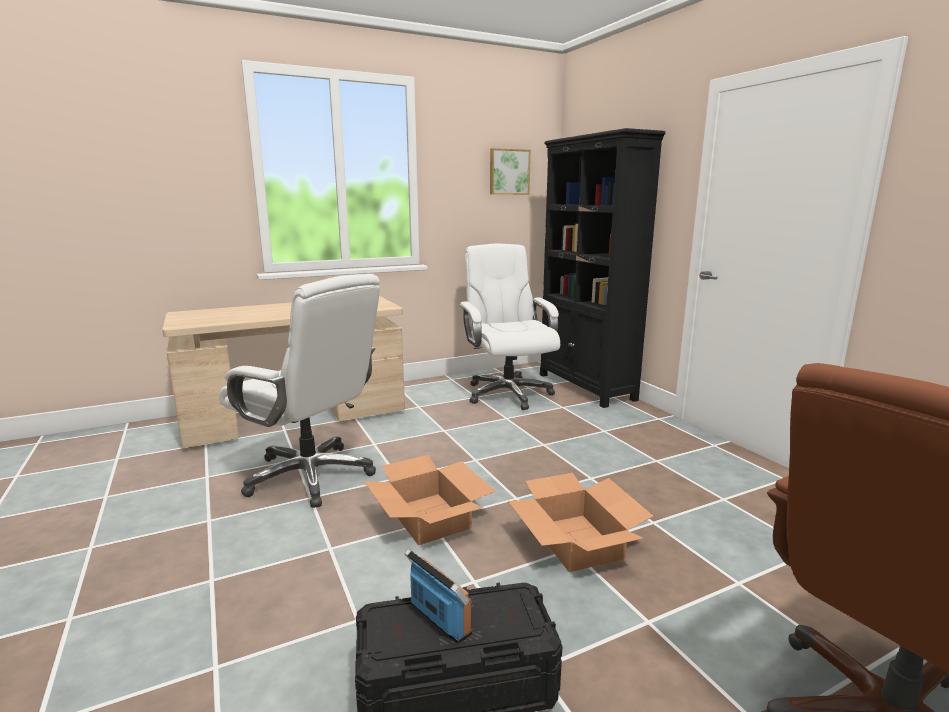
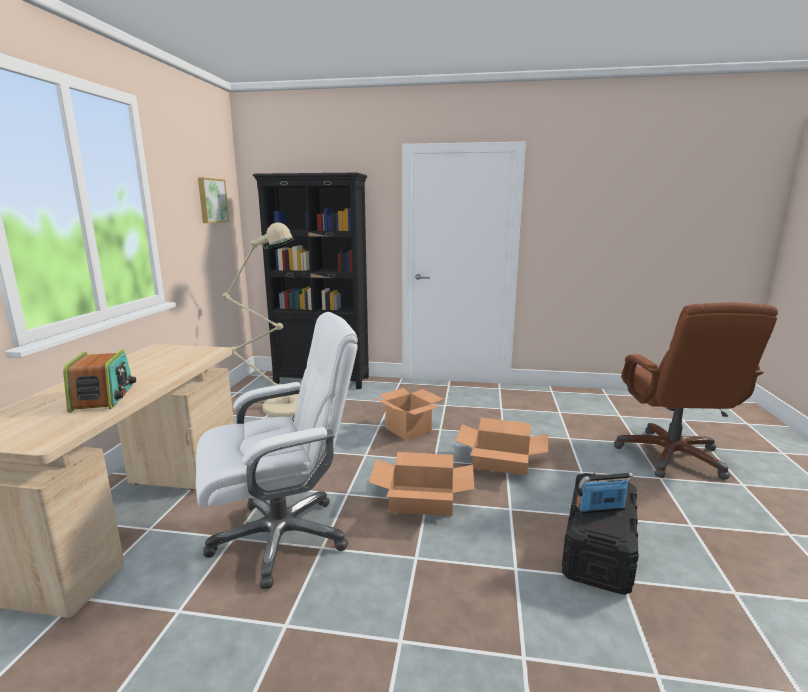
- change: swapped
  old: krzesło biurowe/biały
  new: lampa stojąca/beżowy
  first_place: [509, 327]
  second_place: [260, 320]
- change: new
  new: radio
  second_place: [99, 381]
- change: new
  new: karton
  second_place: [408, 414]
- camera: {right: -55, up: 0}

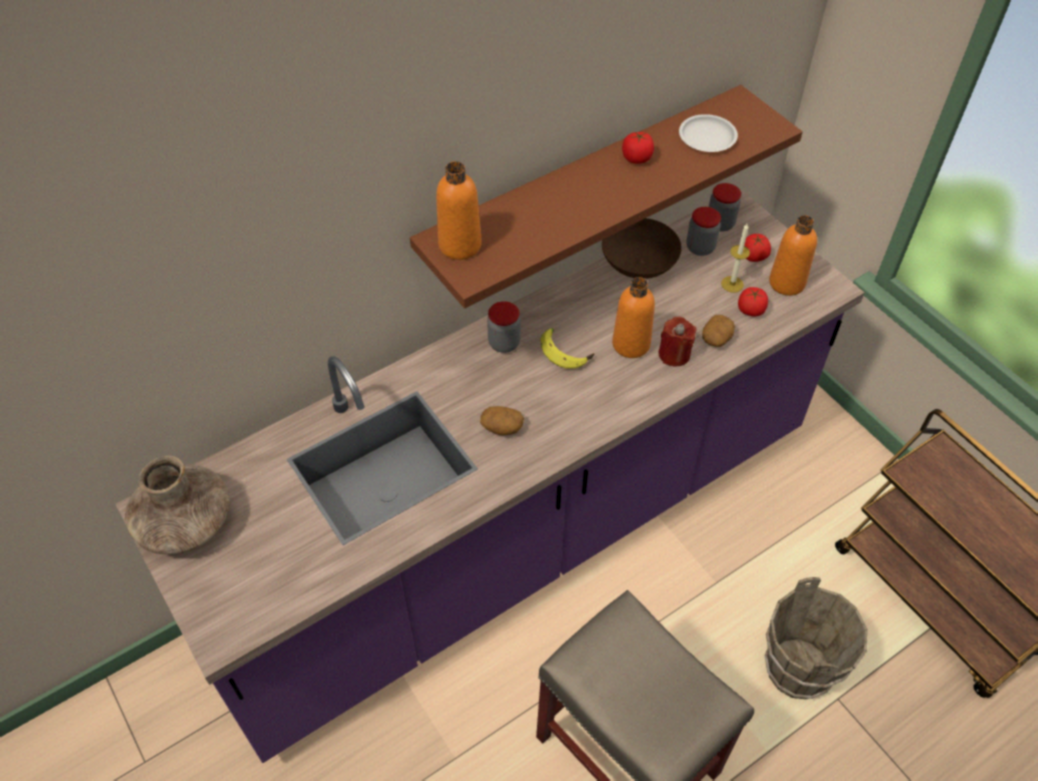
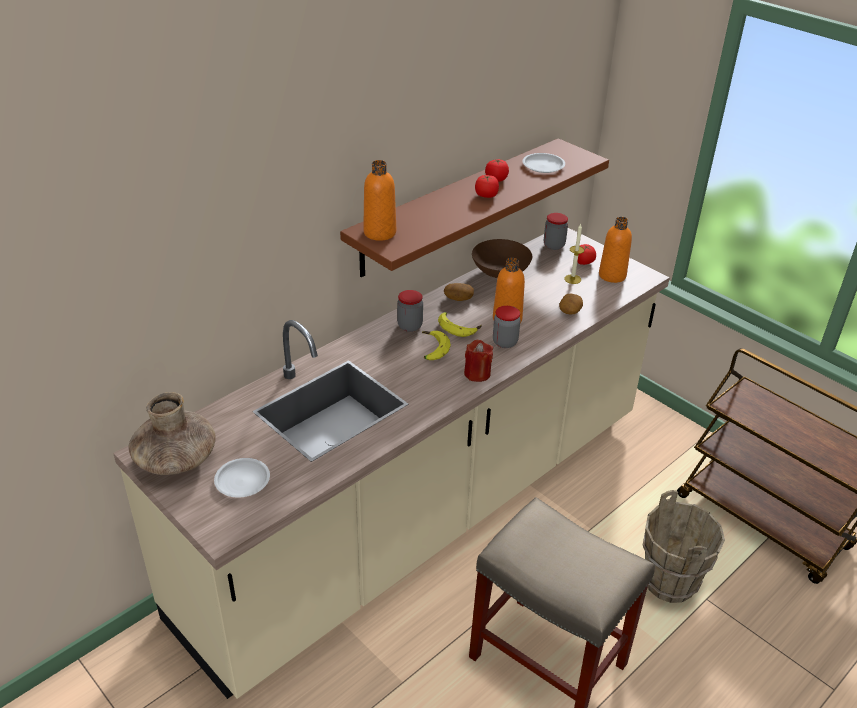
- change: repainted
  old: zabudowa kuchenna/fioletowy
  new: zabudowa kuchenna/beżowy
  first_place: [490, 475]
  second_place: [391, 463]
- change: shifted
  old: słoik
  first_place: [704, 231]
  second_place: [506, 327]
- change: shifted
  old: pomidor
  first_place: [753, 302]
  second_place: [487, 186]
- change: shifted
  old: świeca/czerwony
  first_place: [677, 341]
  second_place: [478, 361]
- change: shifted
  old: ziemniak
  first_place: [502, 420]
  second_place: [459, 292]
- change: new
  new: banan
  second_place: [436, 345]
- change: new
  new: talerz/biały
  second_place: [242, 478]
- camera: {right: -10, up: -15}

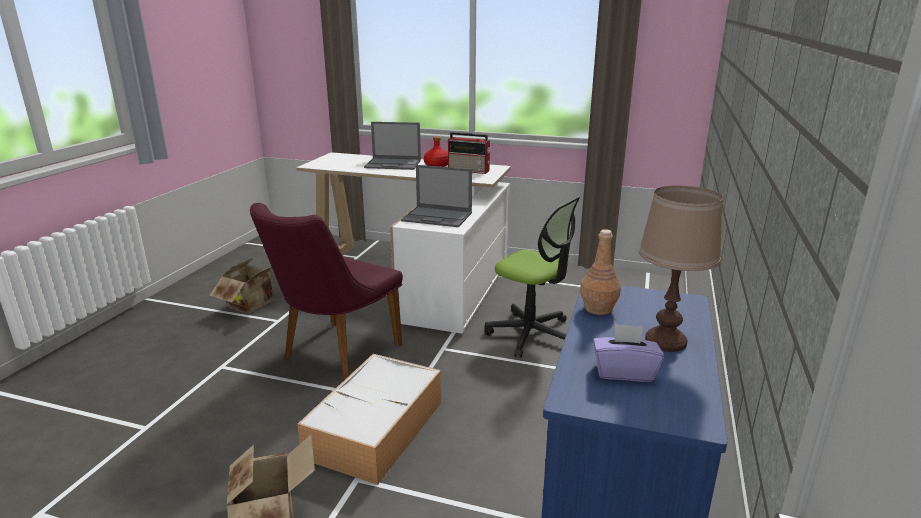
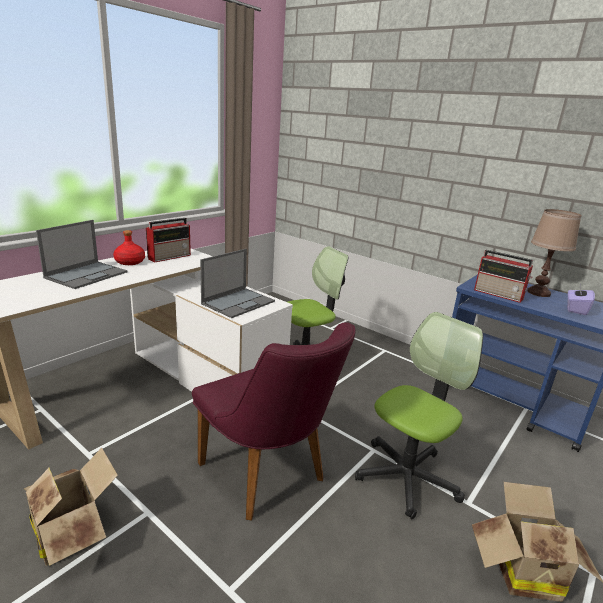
- change: swapped
  old: butelka/brązowy
  new: radio
  first_place: [600, 272]
  second_place: [503, 276]
- change: swapped
  old: pojemnik do przechowywania
  new: krzesło biurowe
  first_place: [369, 419]
  second_place: [419, 416]
- camera: {right: -70, up: 0}

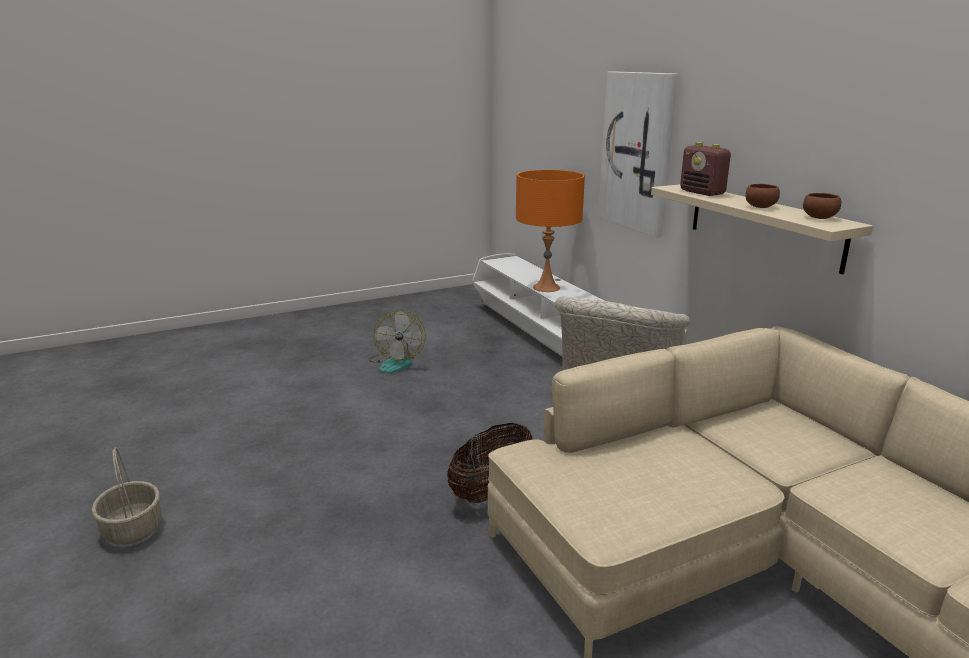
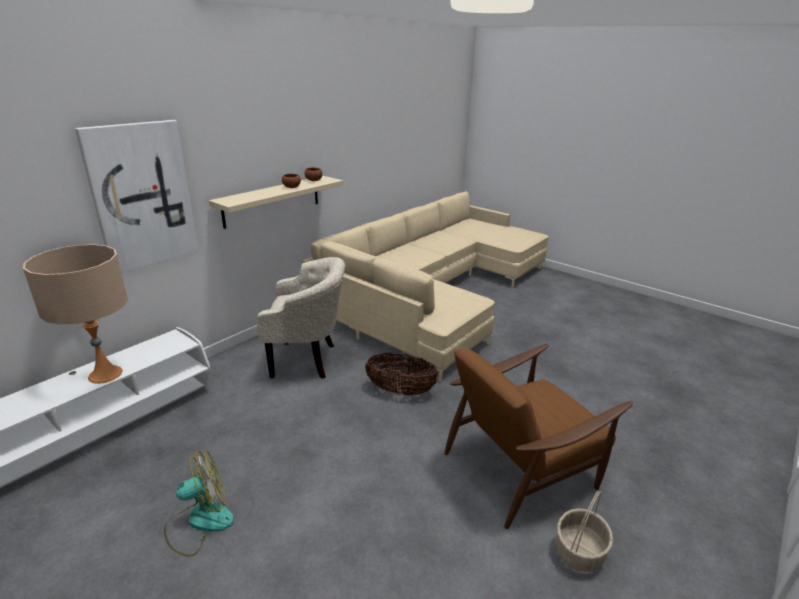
- change: gone
  old: radio
  first_place: [705, 169]
- change: repainted
  old: lampa stołowa/pomarańczowy
  new: lampa stołowa/beżowy
  first_place: [550, 231]
  second_place: [75, 314]
- change: new
  new: fotel/brązowy
  second_place: [538, 436]
- camera: {right: -115, up: 5}

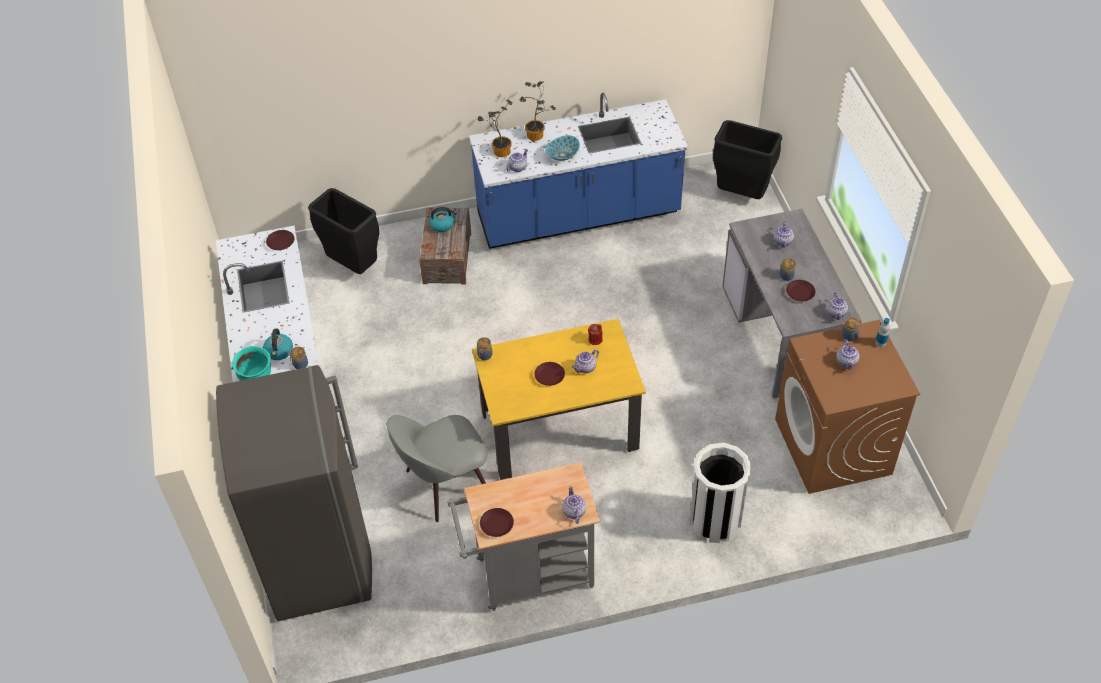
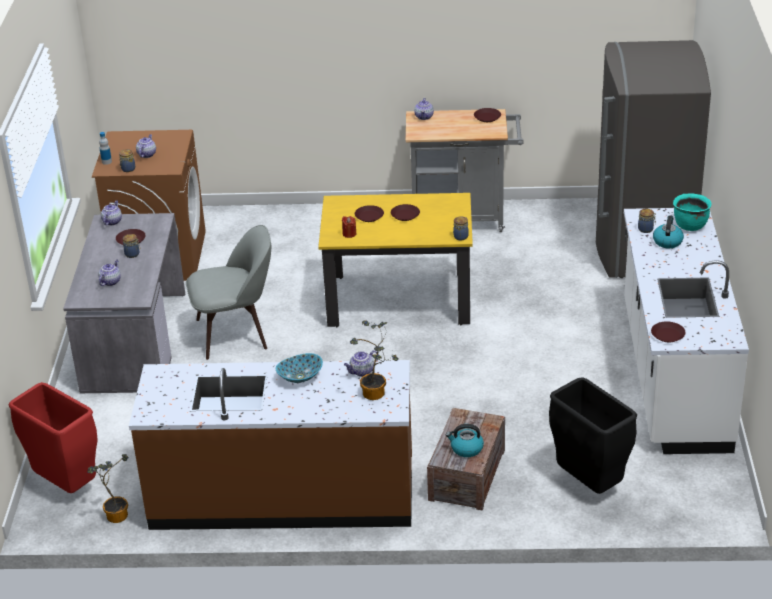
- change: shifted
  old: roślina doniczkowa
  first_place: [538, 111]
  second_place: [108, 488]
- change: repainted
  old: zabudowa kuchenna/niebieski
  new: zabudowa kuchenna/brązowy
  first_place: [578, 171]
  second_place: [270, 445]
- change: repainted
  old: kosz na śmieci/czarny
  new: kosz na śmieci/czerwony
  first_place: [747, 159]
  second_place: [53, 437]
- change: swapped
  old: imbryk
  new: talerz/brązowy
  first_place: [585, 361]
  second_place: [369, 213]
- change: shifted
  old: krzesło/szary
  first_place: [437, 468]
  second_place: [228, 292]
- change: gone
  old: kosz na śmieci/biały
  first_place: [721, 493]
- camera: {right: -165, up: -15}

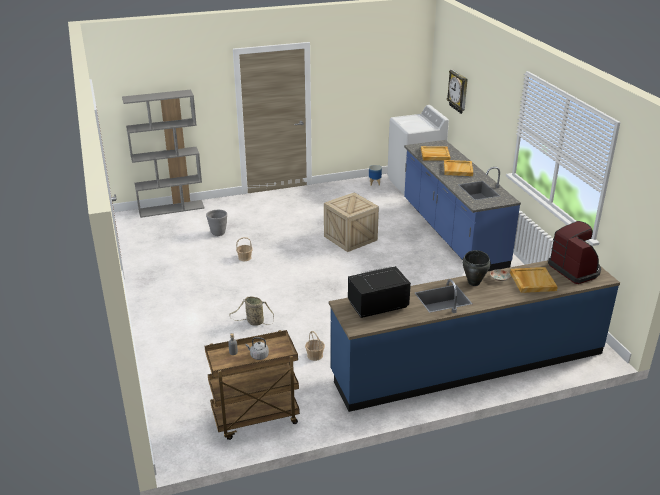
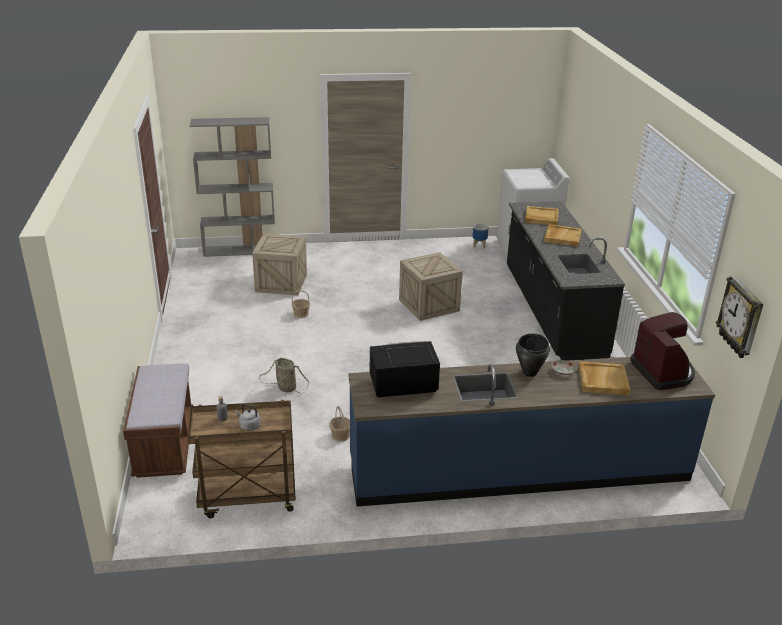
- change: shifted
  old: zegar ścienny
  first_place: [457, 91]
  second_place: [739, 317]
- change: repainted
  old: zabudowa kuchenna/niebieski
  new: zabudowa kuchenna/czarny
  first_place: [462, 205]
  second_place: [566, 281]
- change: swapped
  old: donica/szary
  new: skrzynka
  first_place: [216, 223]
  second_place: [279, 264]
- change: new
  new: ławka/brązowy
  second_place: [158, 421]
- camera: {right: 10, up: 0}

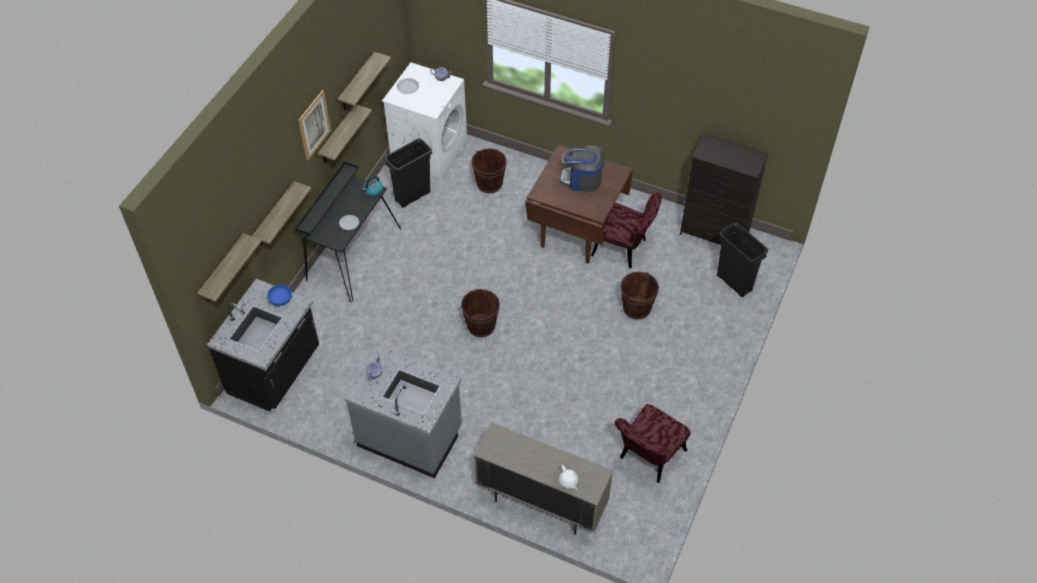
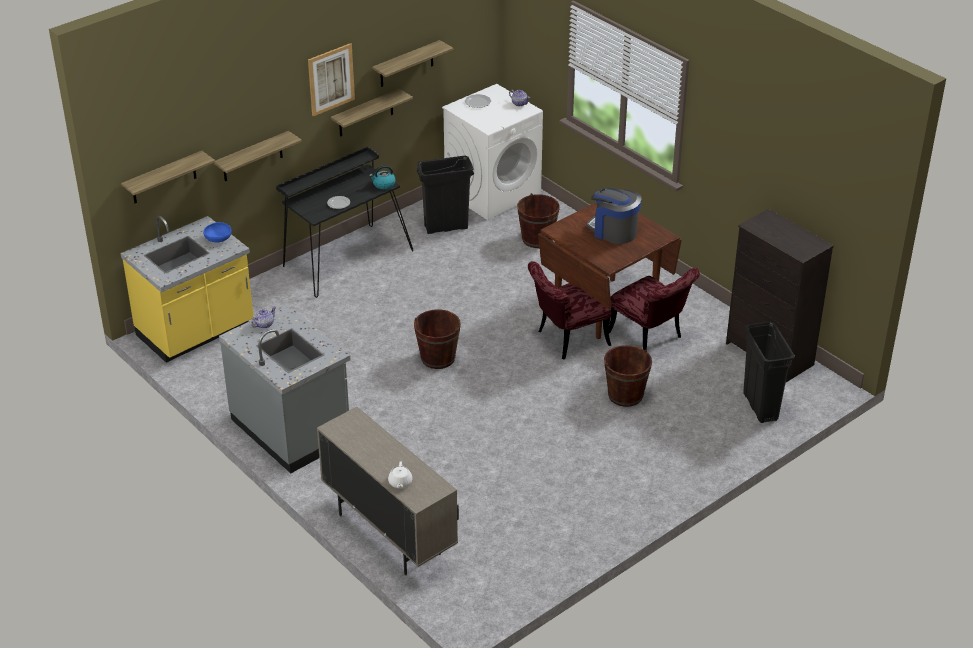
- change: repainted
  old: zabudowa kuchenna/czarny
  new: zabudowa kuchenna/żółty
  first_place: [263, 345]
  second_place: [187, 289]
- change: shifted
  old: krzesło/czerwony
  first_place: [653, 443]
  second_place: [569, 310]
- camera: {right: 25, up: -15}

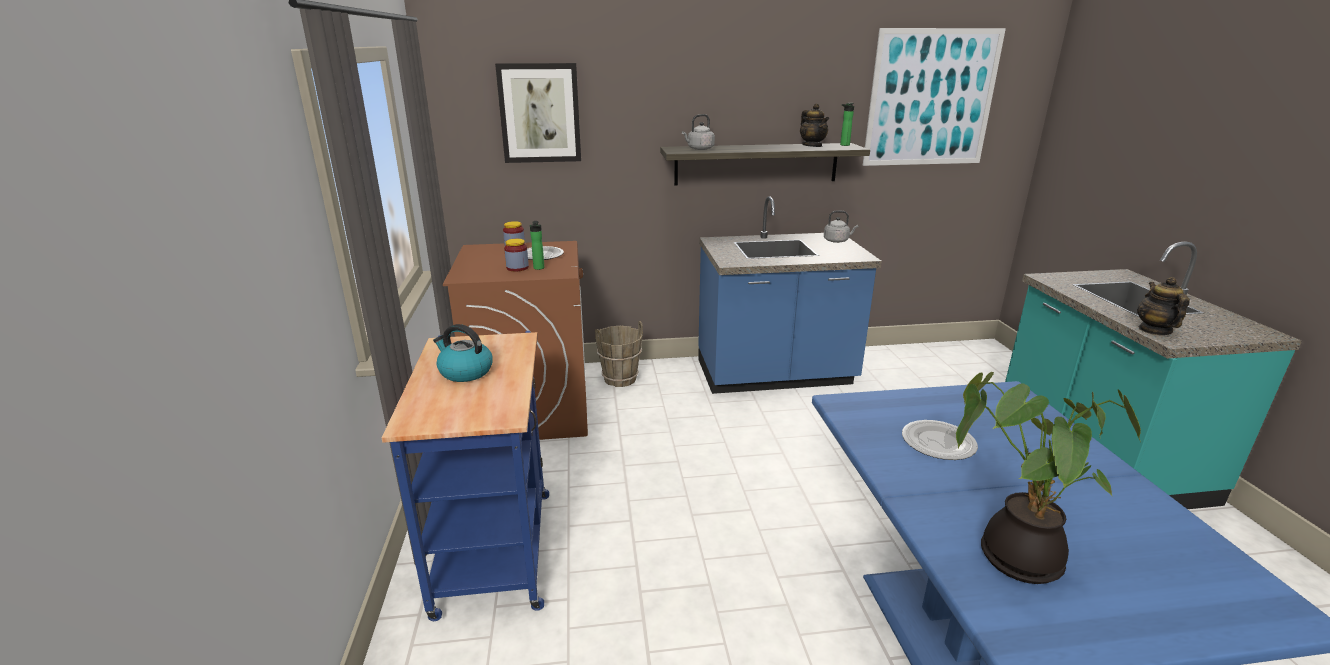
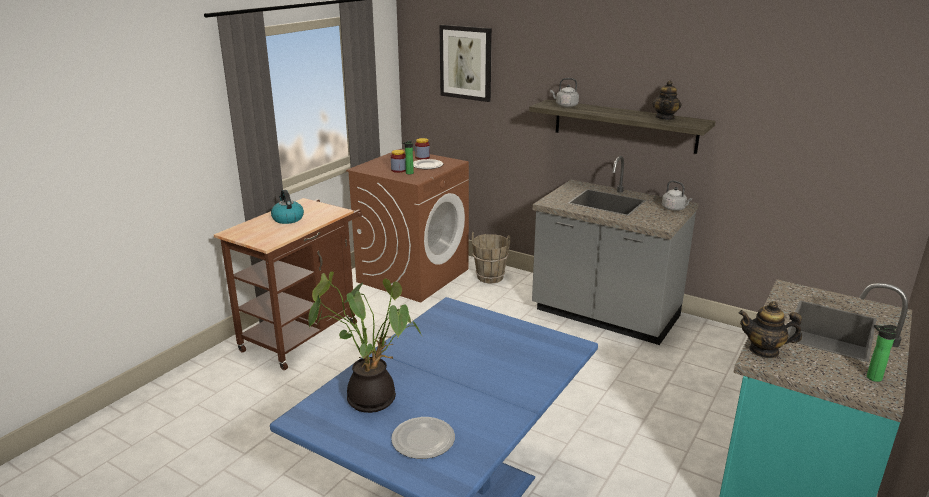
- change: gone
  old: obraz
  first_place: [934, 97]
- change: shifted
  old: butelka
  first_place: [847, 124]
  second_place: [882, 353]
- change: repainted
  old: zabudowa kuchenna/niebieski
  new: zabudowa kuchenna/szary
  first_place: [790, 295]
  second_place: [615, 250]
- change: rotated
  old: imbryk
  first_place: [1163, 306]
  second_place: [770, 329]
  degrees: -120
- change: repainted
  old: wózek/niebieski
  new: wózek/brązowy
  first_place: [465, 476]
  second_place: [288, 284]
- change: shifted
  old: talerz
  first_place: [940, 440]
  second_place: [423, 438]
- camera: {right: 40, up: 0}

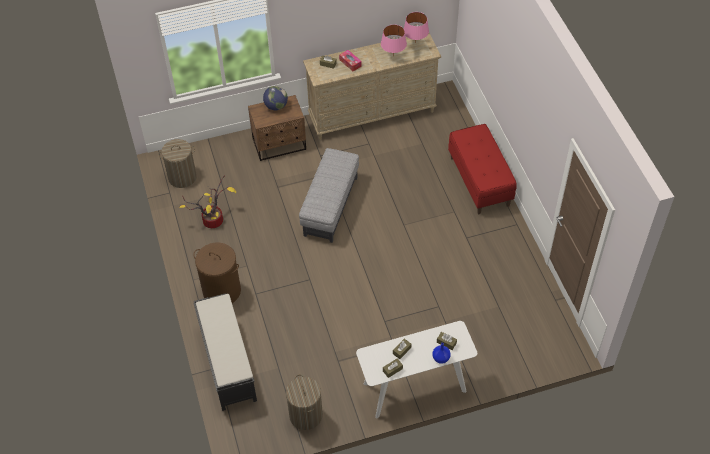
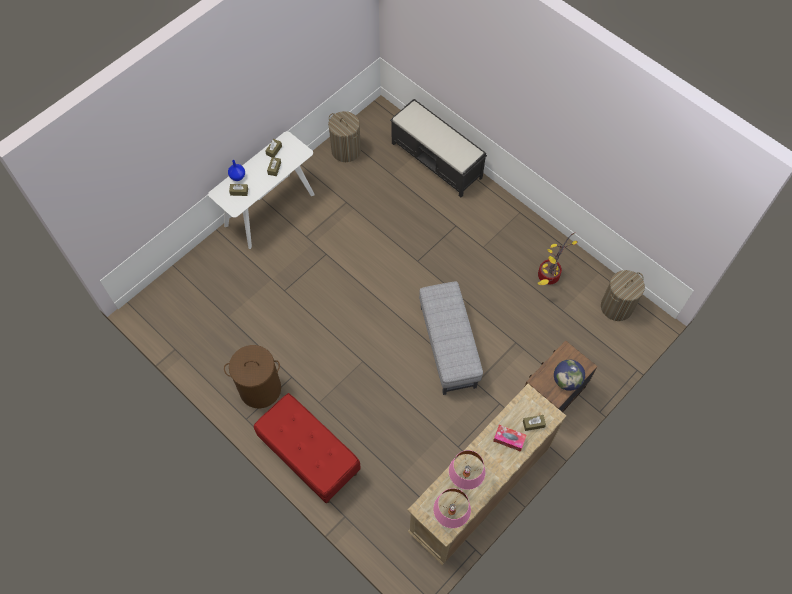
- change: shifted
  old: kosz na pranie/brązowy
  first_place: [217, 272]
  second_place: [252, 376]
- camera: {right: 150, up: 10}

